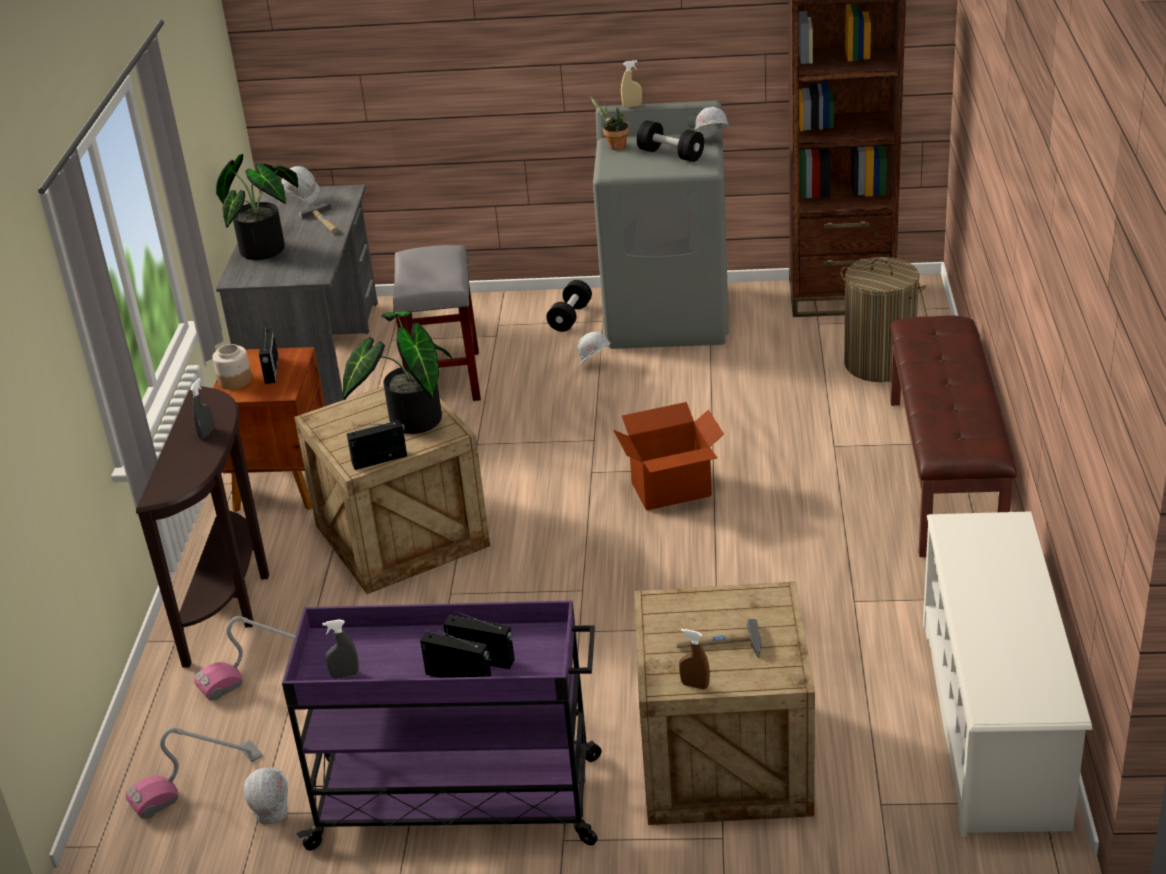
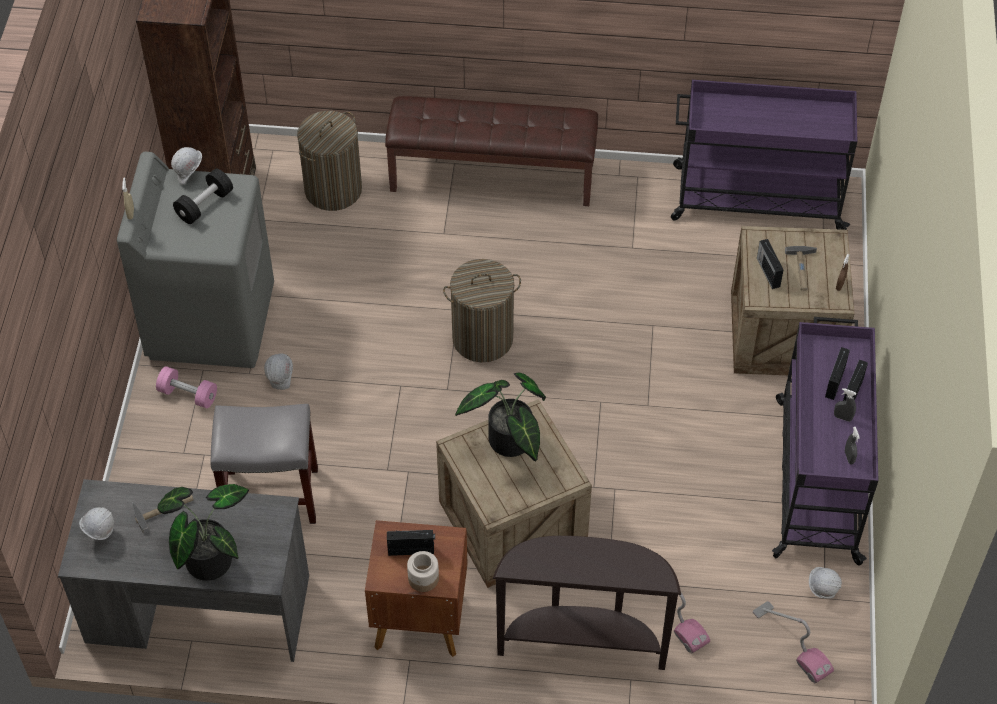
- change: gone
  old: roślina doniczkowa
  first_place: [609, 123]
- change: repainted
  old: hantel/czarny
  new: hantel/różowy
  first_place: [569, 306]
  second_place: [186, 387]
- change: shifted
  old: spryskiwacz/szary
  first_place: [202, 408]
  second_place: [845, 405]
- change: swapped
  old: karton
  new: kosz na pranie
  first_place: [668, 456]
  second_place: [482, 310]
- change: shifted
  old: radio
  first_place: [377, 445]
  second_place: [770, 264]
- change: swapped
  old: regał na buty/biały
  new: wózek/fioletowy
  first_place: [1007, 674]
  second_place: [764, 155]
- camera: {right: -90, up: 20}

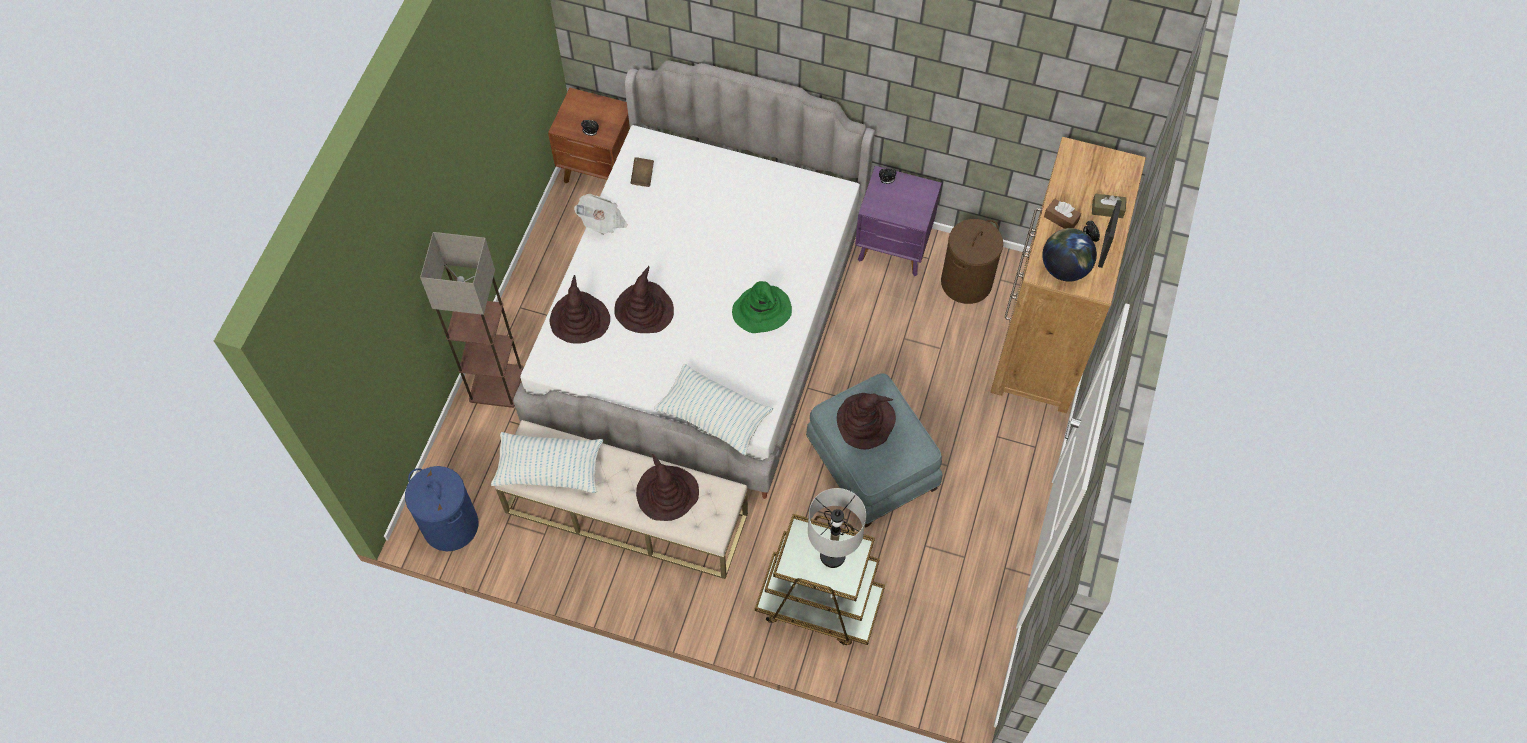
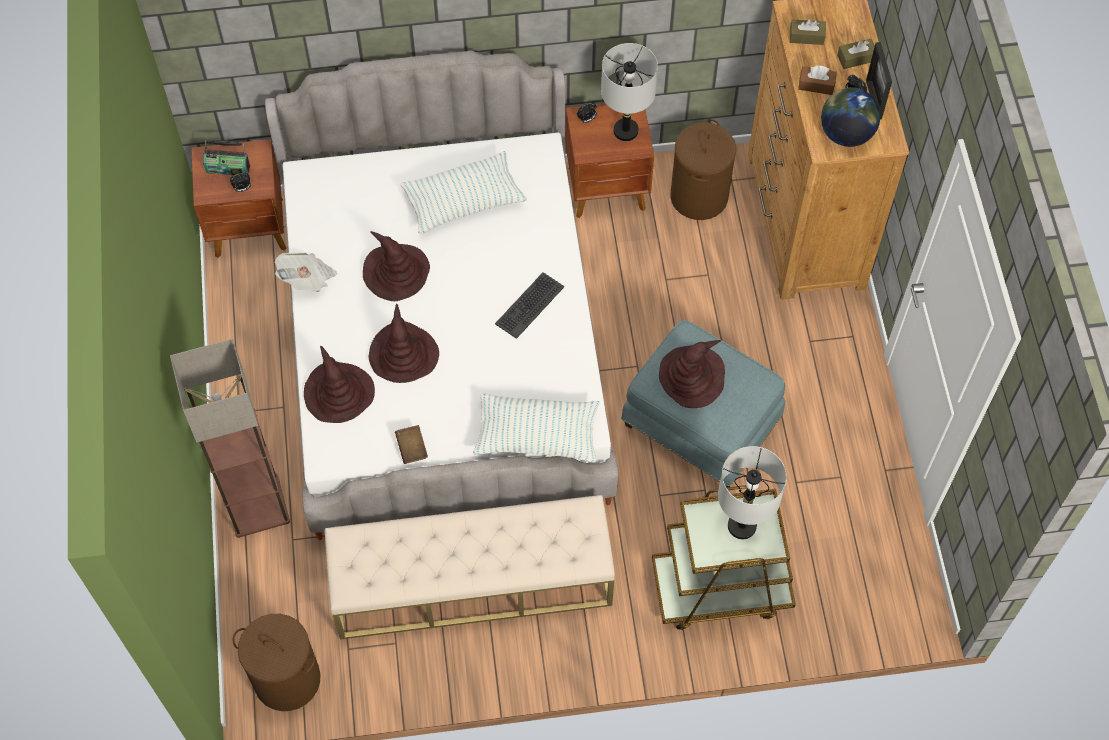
- change: shifted
  old: książka/brązowy
  first_place: [642, 172]
  second_place: [411, 444]
- change: repainted
  old: szafka nocna/fioletowy
  new: szafka nocna/brązowy
  first_place: [898, 221]
  second_place: [609, 160]
- change: swapped
  old: kapelusz/zielony
  new: klawiatura
  first_place: [762, 307]
  second_place: [530, 305]
- change: shifted
  old: poduszka
  first_place: [547, 462]
  second_place: [464, 192]
- change: shifted
  old: kapelusz/brązowy
  first_place: [667, 487]
  second_place: [396, 266]
- change: repainted
  old: kosz na pranie/niebieski
  new: kosz na pranie/brązowy
  first_place: [441, 508]
  second_place: [277, 662]
- change: new
  new: pudełko chusteczek/brązowy
  second_place: [808, 32]
- change: new
  new: lampa stołowa/szary
  second_place: [629, 92]
- change: new
  new: radio
  second_place: [226, 158]
- camera: {right: -25, up: 0}

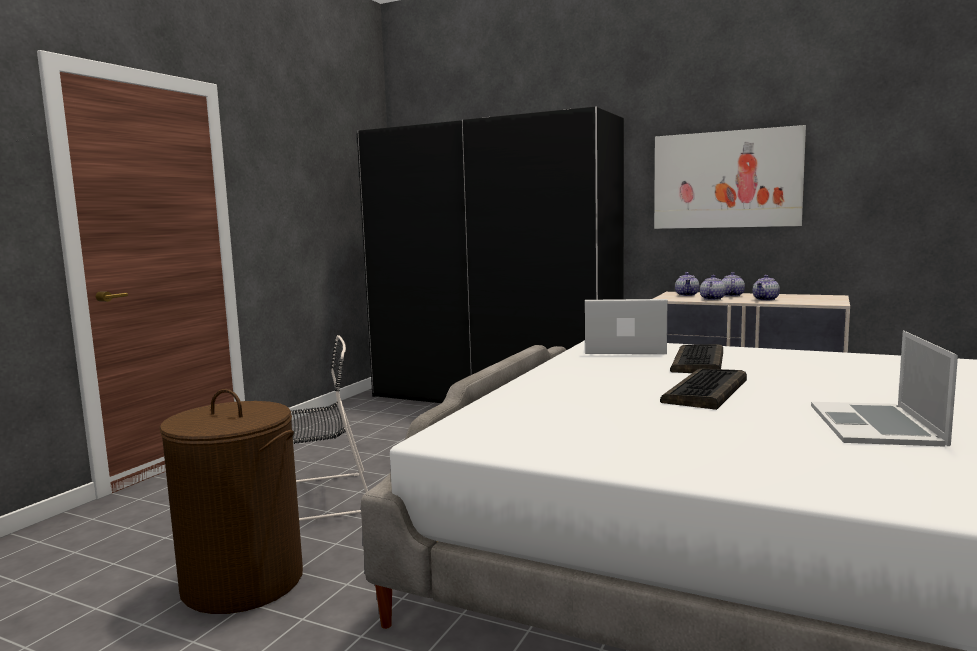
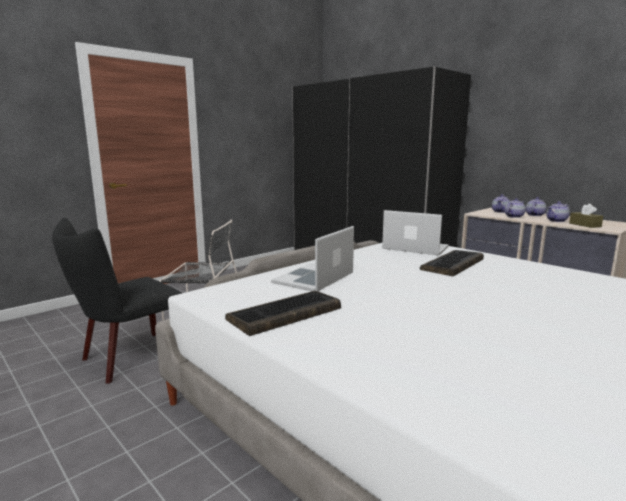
- change: gone
  old: obraz
  first_place: [730, 177]
- change: shifted
  old: laptop
  first_place: [884, 389]
  second_place: [312, 258]
- change: shifted
  old: klawiatura
  first_place: [703, 389]
  second_place: [283, 313]
- change: swapped
  old: kosz na pranie/brązowy
  new: krzesło/czarny
  first_place: [231, 501]
  second_place: [117, 300]
- change: new
  new: pudełko chusteczek/brązowy
  second_place: [586, 215]
- camera: {right: 20, up: 5}

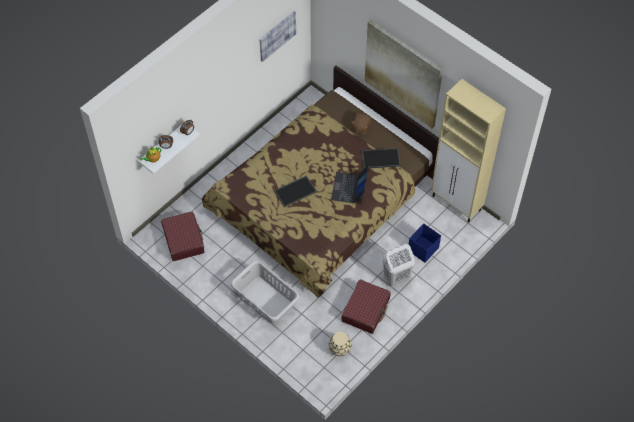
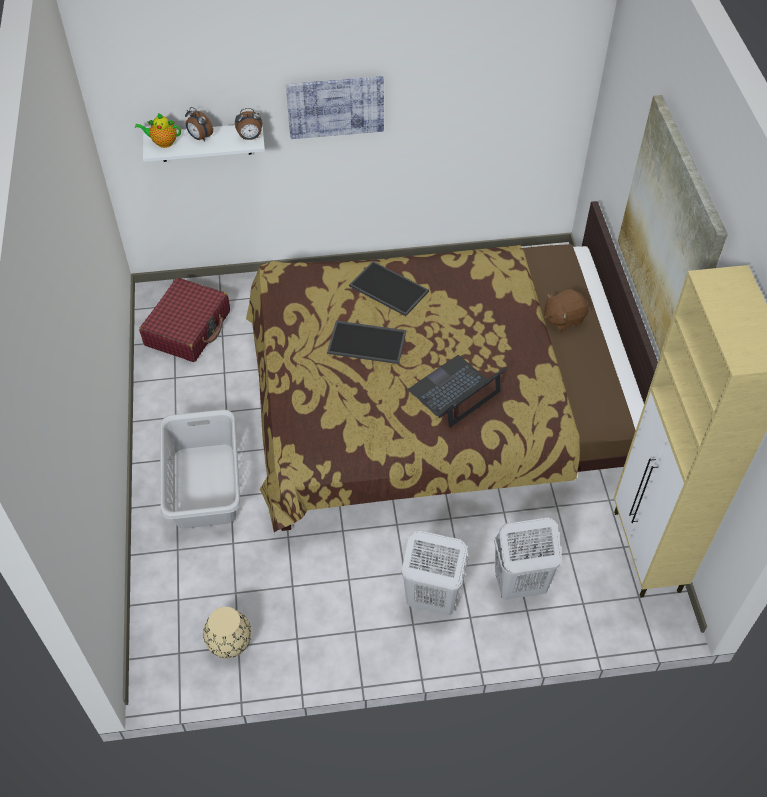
- change: shifted
  old: obraz
  first_place: [278, 36]
  second_place: [335, 107]
- change: shifted
  old: taca
  first_place: [381, 158]
  second_place: [389, 288]
- change: swapped
  old: pojemnik do przechowywania/niebieski
  new: kosz na pranie/biały
  first_place: [425, 243]
  second_place: [528, 558]
- change: gone
  old: walizka/czerwony
  first_place: [366, 306]
- camera: {right: 40, up: -5}

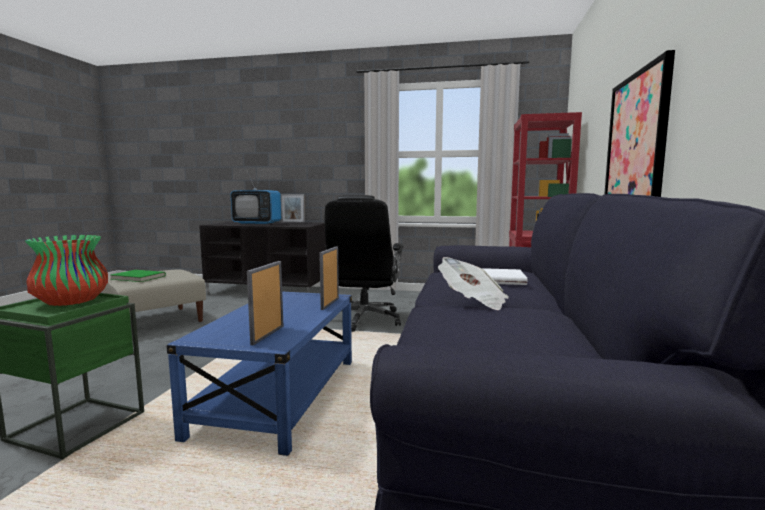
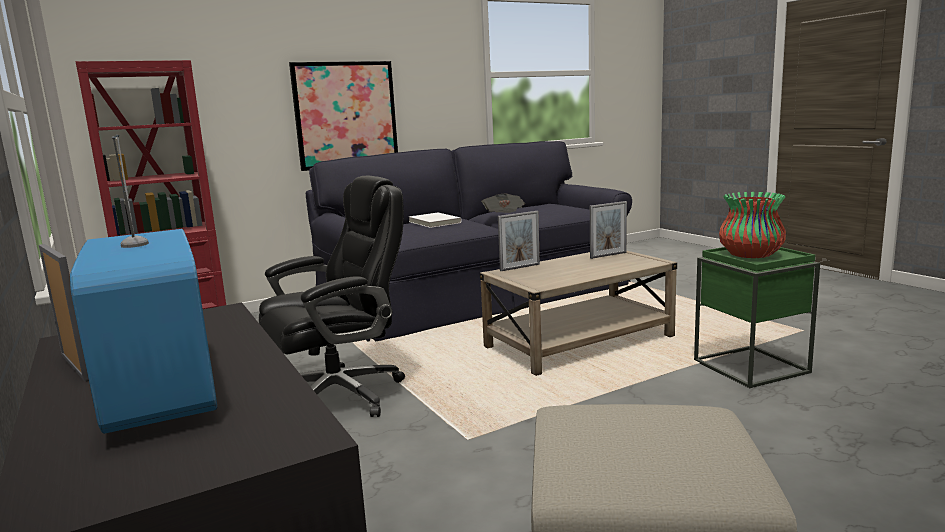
- change: gone
  old: książka/zielony
  first_place: [138, 276]
- change: repainted
  old: ława/niebieski
  new: ława/beżowy
  first_place: [259, 374]
  second_place: [578, 313]
- camera: {right: -130, up: 5}

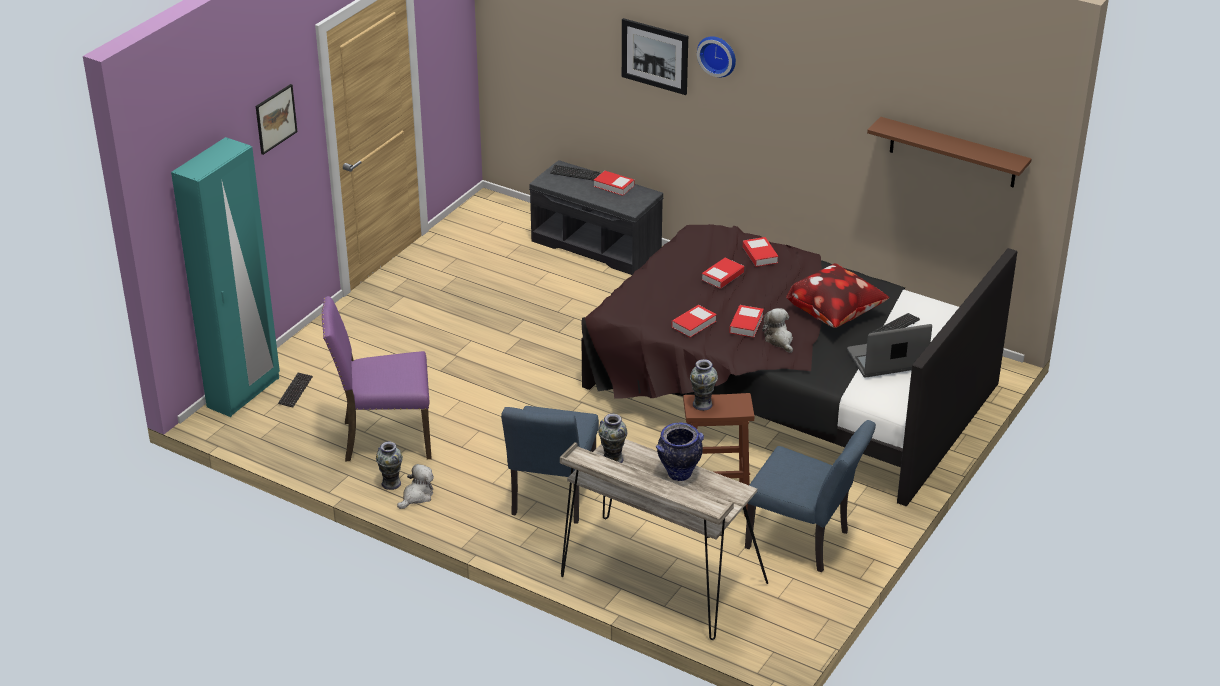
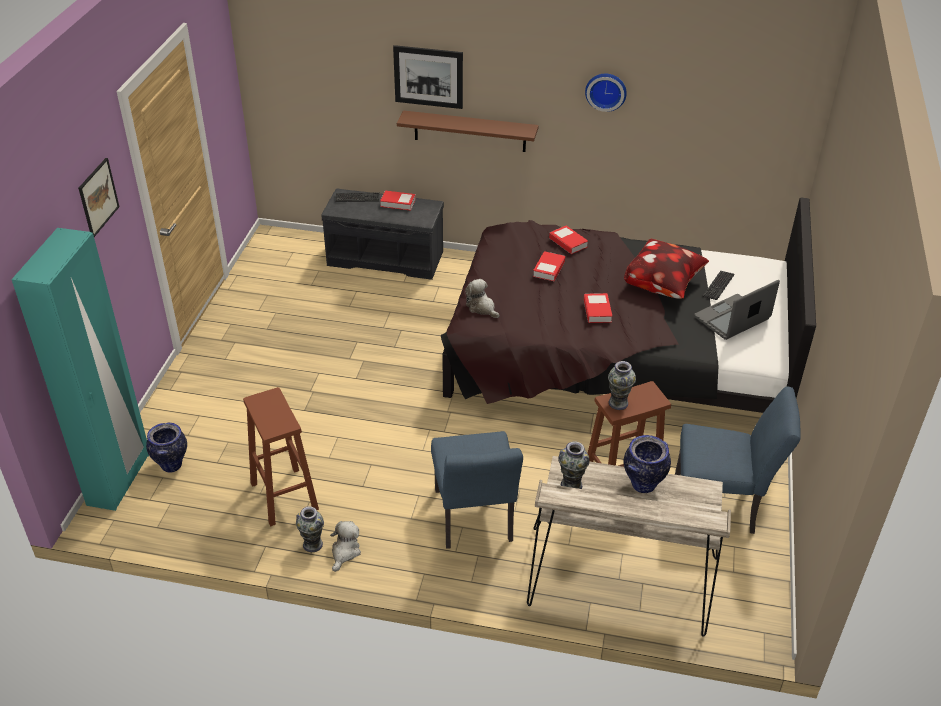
- change: shifted
  old: zegar ścienny
  first_place: [716, 57]
  second_place: [606, 93]
- change: shifted
  old: półka/brązowy
  first_place: [949, 152]
  second_place: [468, 131]
- change: swapped
  old: krzesło/fioletowy
  new: stołek/brązowy
  first_place: [377, 379]
  second_place: [281, 456]
- change: gone
  old: książka
  first_place: [694, 321]
- change: shifted
  old: pluszak
  first_place: [777, 330]
  second_place: [482, 298]
- change: swapped
  old: klawiatura
  new: wazon
  first_place: [295, 390]
  second_place: [166, 447]
- camera: {right: -20, up: 5}

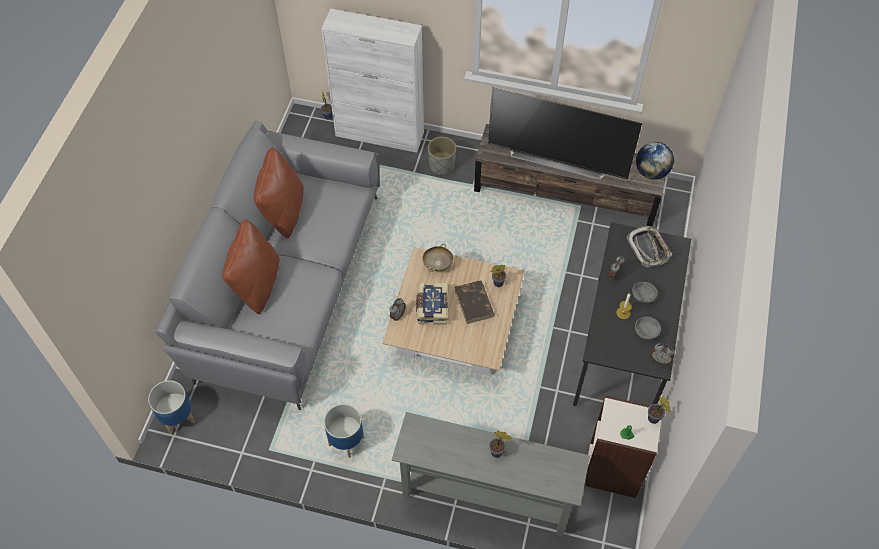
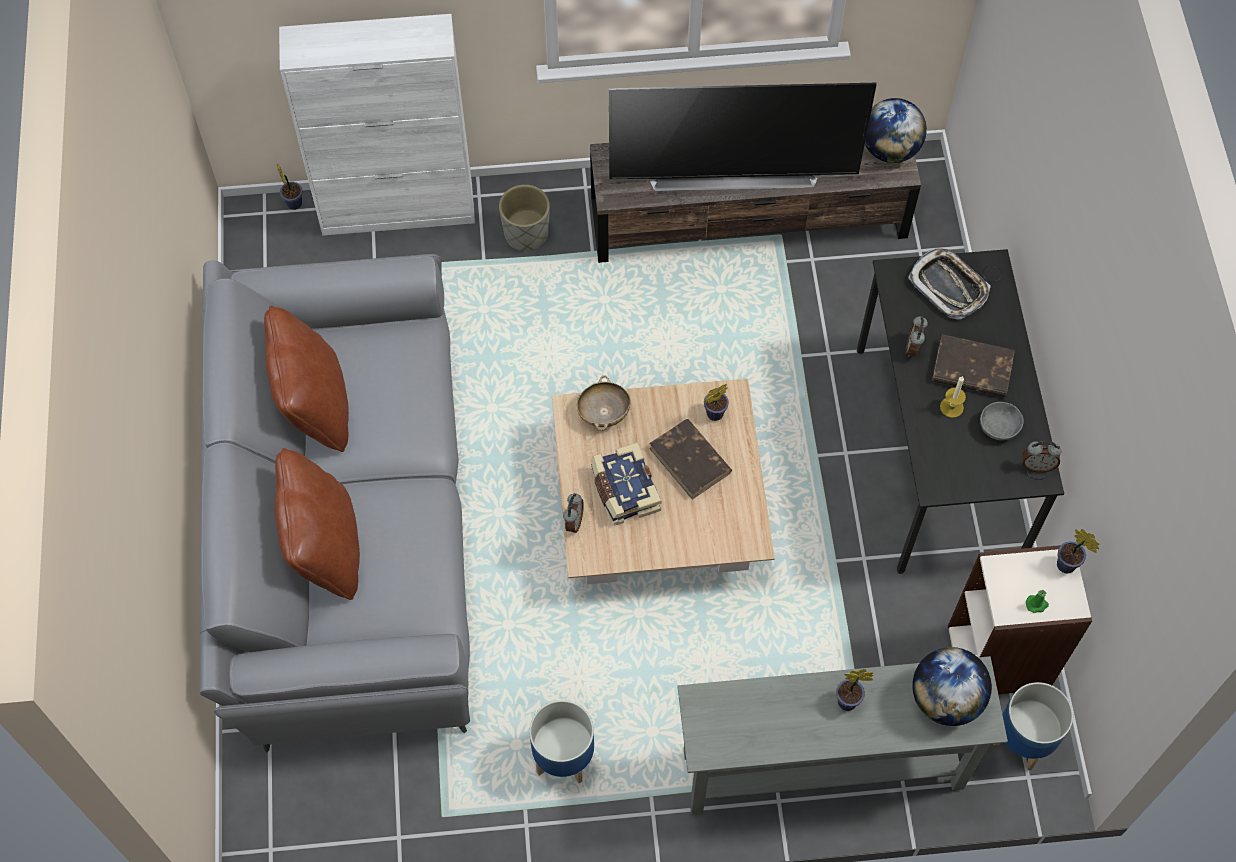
- change: swapped
  old: miska/szary
  new: książka/brązowy
  first_place: [645, 292]
  second_place: [973, 365]
- change: shifted
  old: donica
  first_place: [171, 407]
  second_place: [1033, 726]
- change: new
  new: globus
  second_place: [952, 686]
- camera: {right: -20, up: 5}

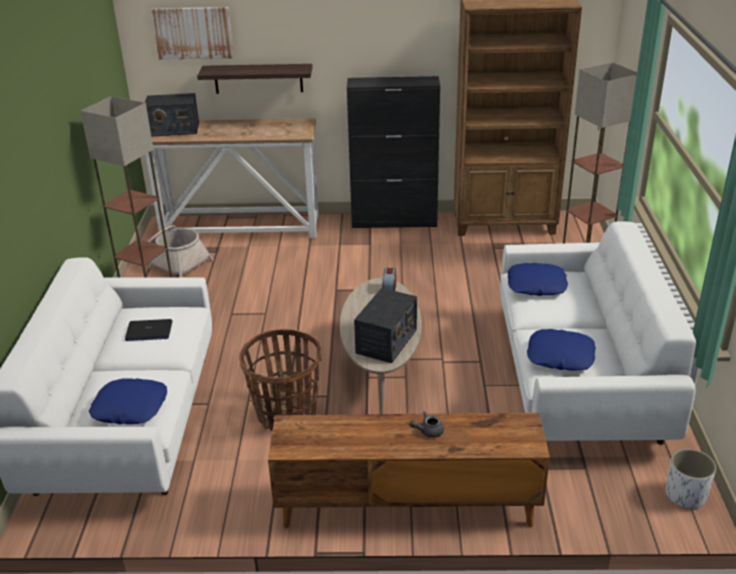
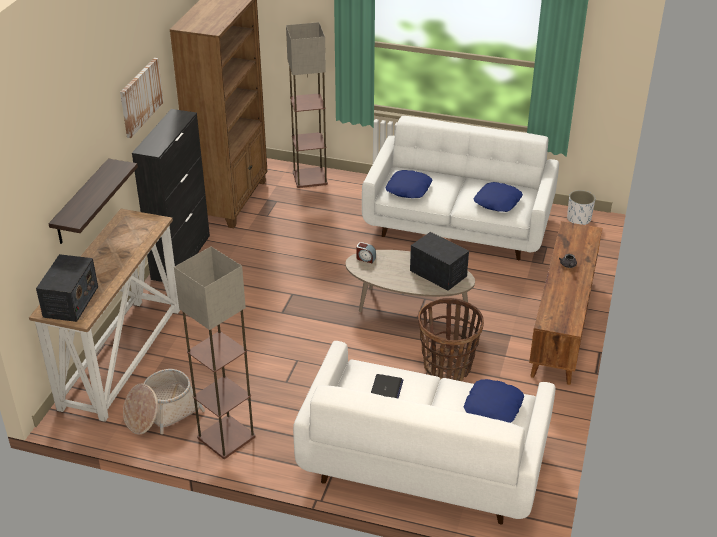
- change: shifted
  old: obraz
  first_place: [192, 33]
  second_place: [142, 98]
- camera: {right: -75, up: 5}

